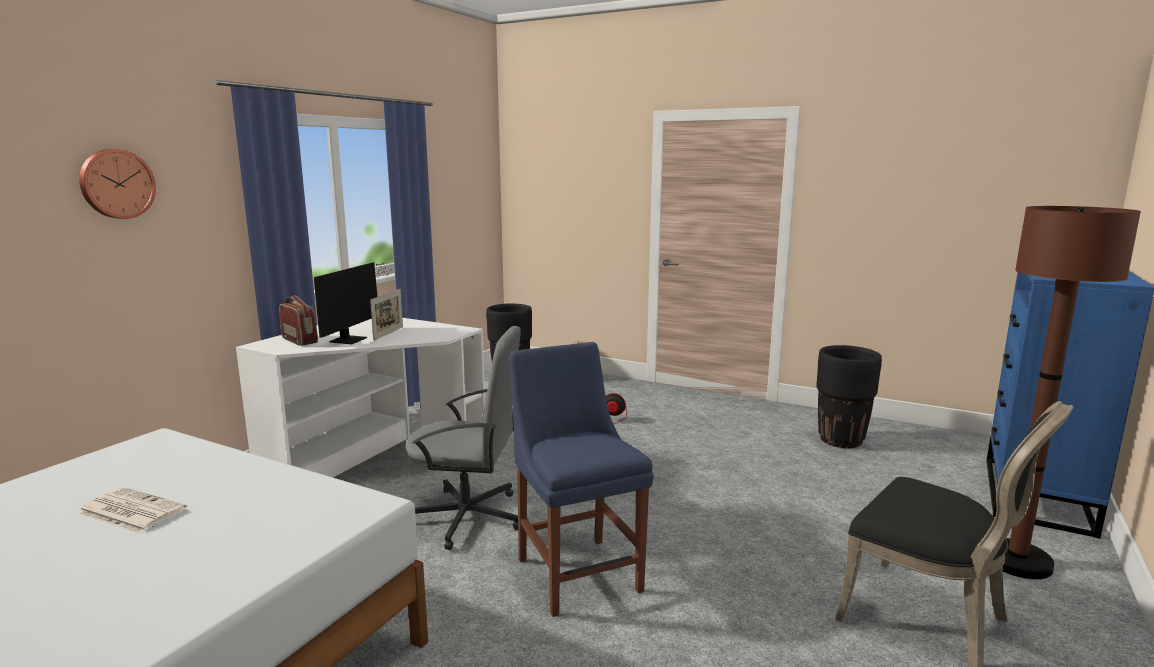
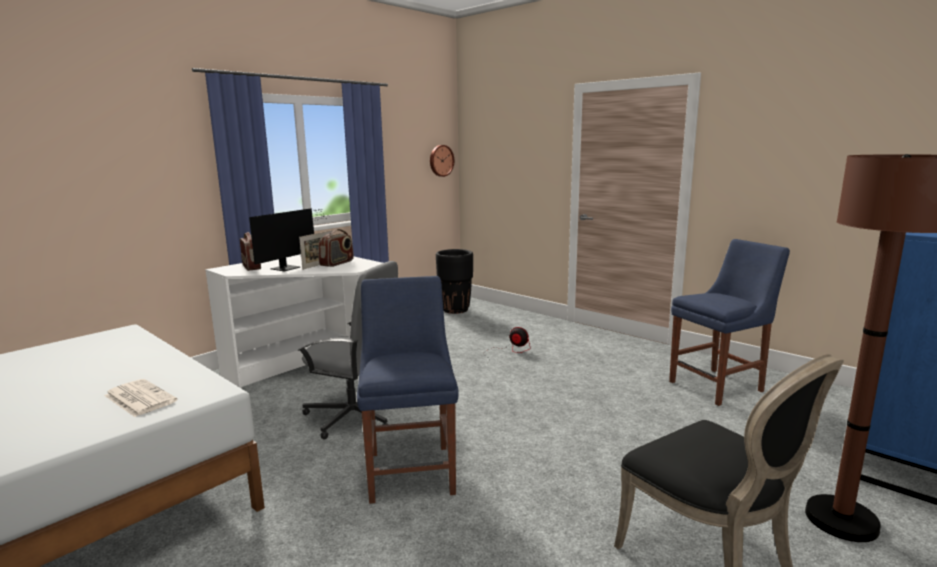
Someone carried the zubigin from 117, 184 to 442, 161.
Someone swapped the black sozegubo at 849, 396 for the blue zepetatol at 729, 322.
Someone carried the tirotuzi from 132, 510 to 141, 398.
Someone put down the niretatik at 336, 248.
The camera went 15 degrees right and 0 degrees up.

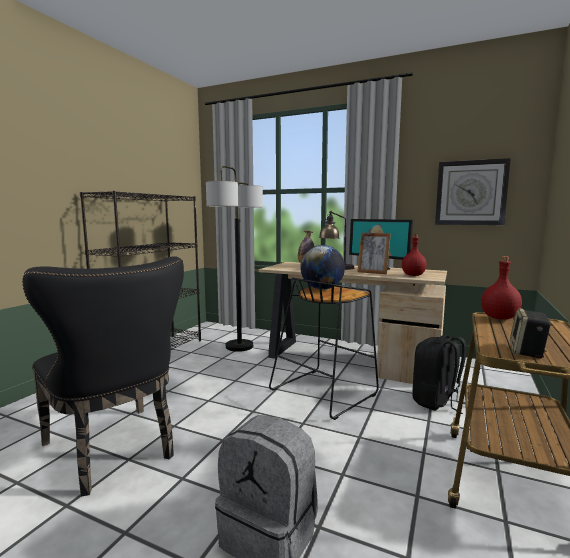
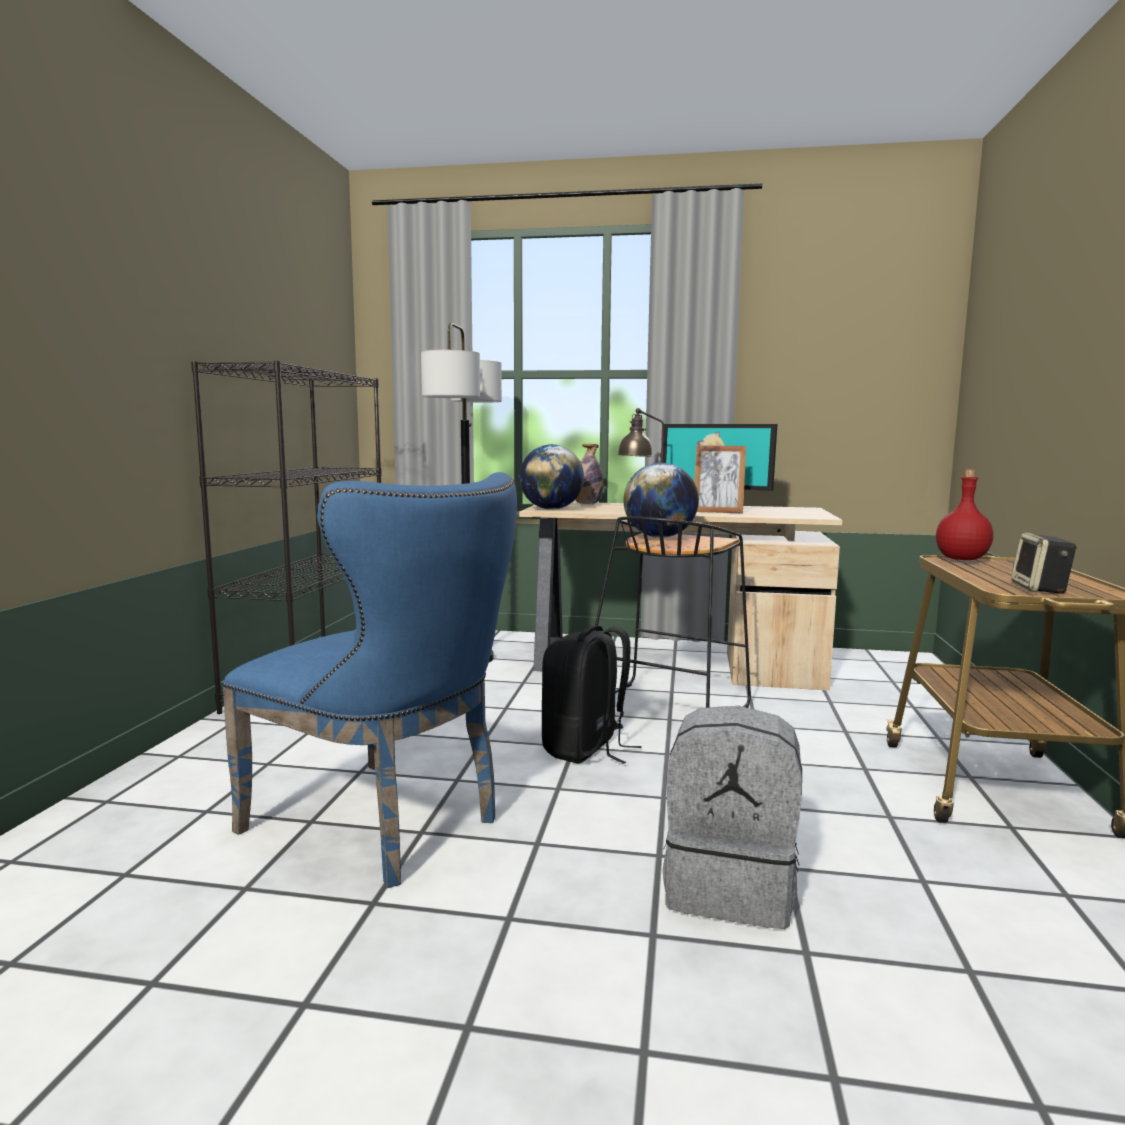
Someone took away the zubigin at 473, 191.
Someone took away the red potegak at 414, 255.
Someone repainted the black zepetatol at 103, 376, which became the blue zepetatol at 369, 680.
Someone carried the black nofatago from 439, 374 to 591, 695.
Someone put down the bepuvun at 551, 477.
The camera went 15 degrees left and 0 degrees up.

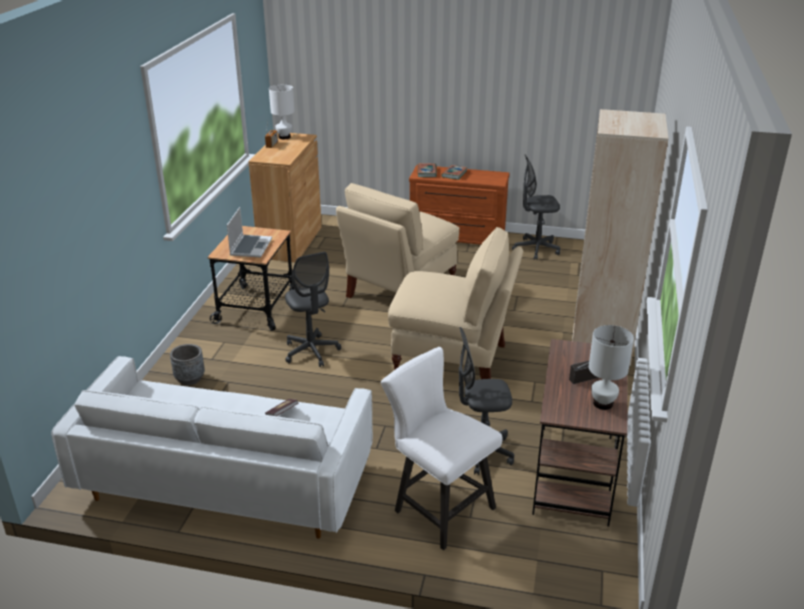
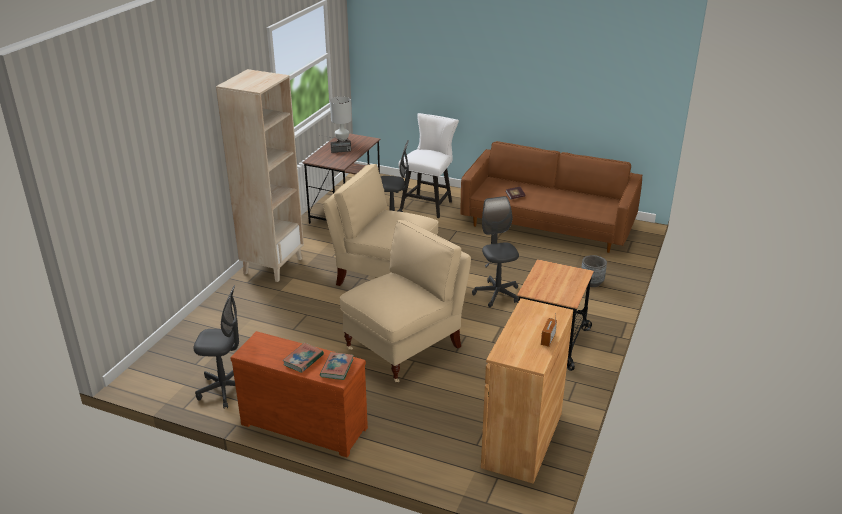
Someone took away the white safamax at 282, 111.
Someone took away the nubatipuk at 249, 232.
Someone rotated the white zepetatol at 442, 448 by 120 degrees counterclockwise.
Someone repainted the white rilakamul at 212, 447, which became the brown rilakamul at 551, 197.
The camera went 170 degrees left and 0 degrees up.

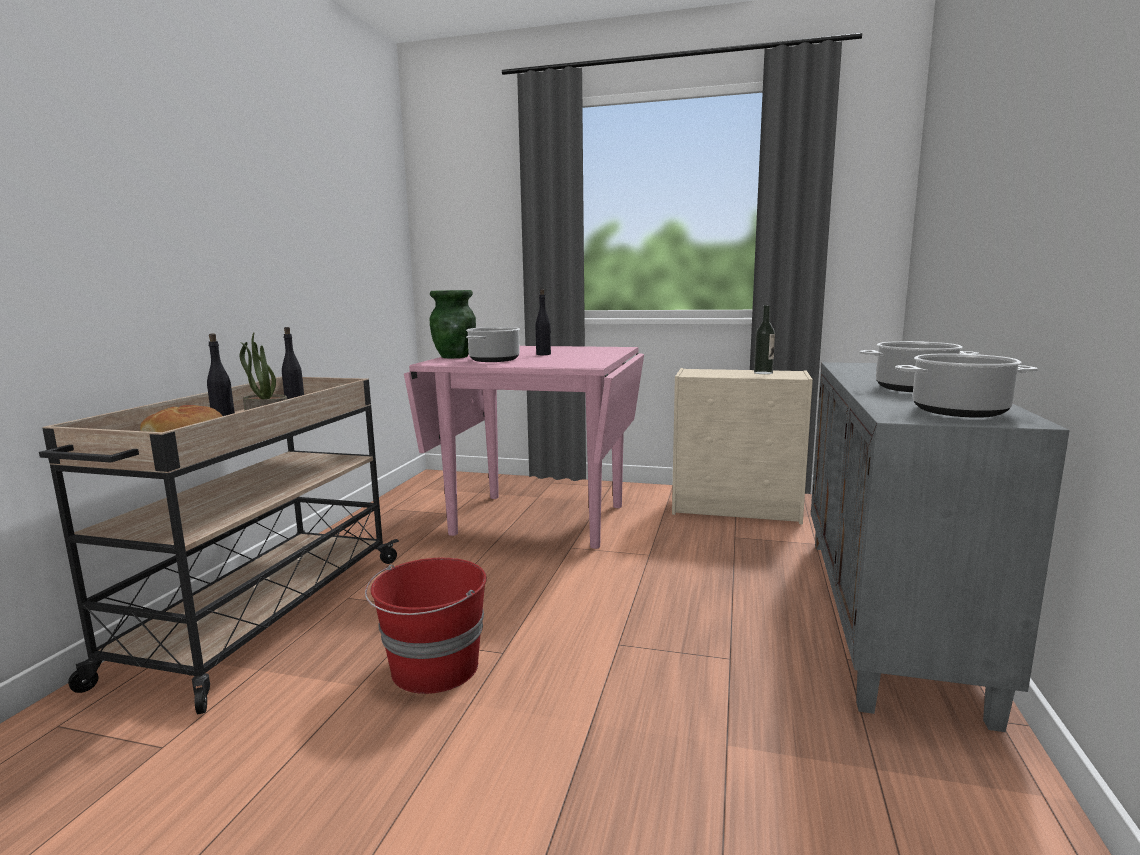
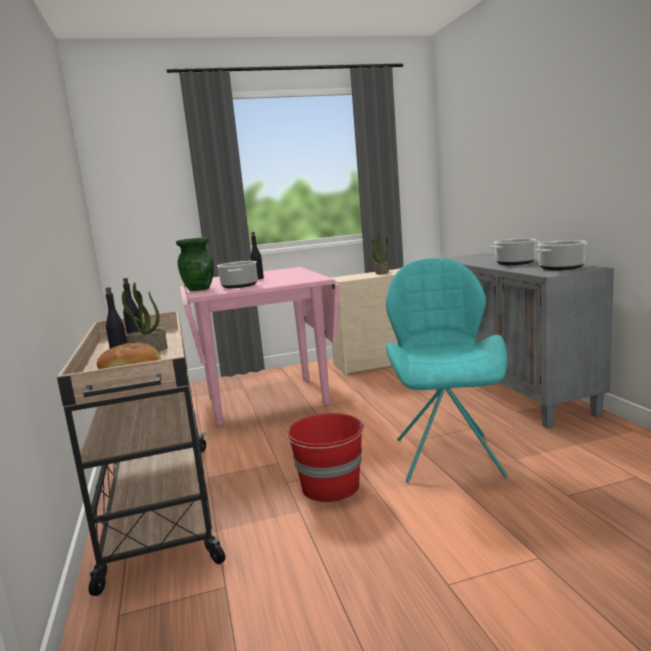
Someone swapped the potegak at 764, 339 for the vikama at 379, 254.
Someone put down the turquoise zepetatol at 446, 370.
The camera went 30 degrees left and 0 degrees up.

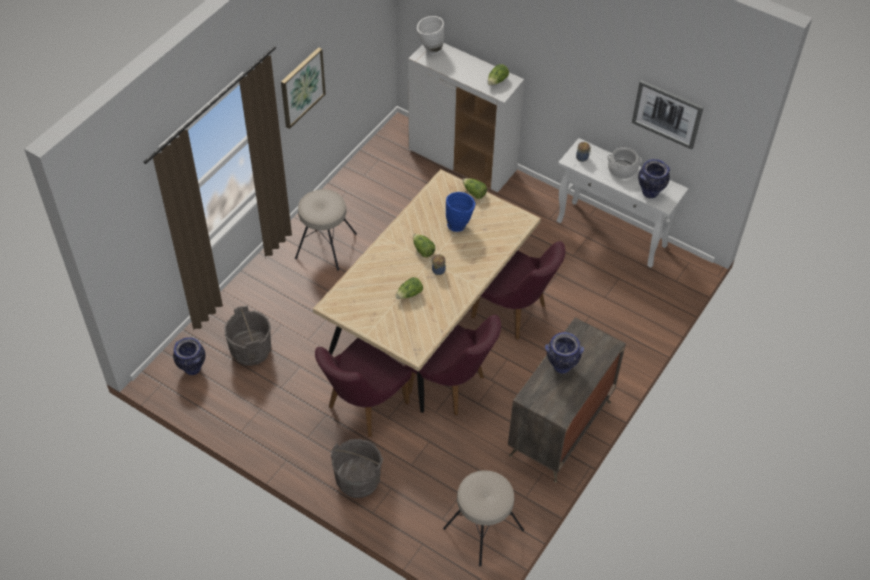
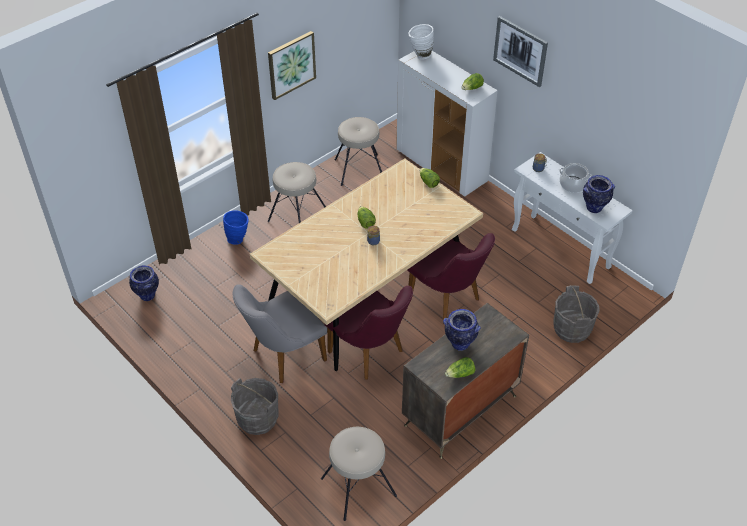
Someone carried the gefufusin from 667, 115 to 520, 51.
Someone carried the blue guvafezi from 460, 212 to 236, 228.
Someone carried the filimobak from 409, 288 to 460, 367.
Someone carried the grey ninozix from 247, 336 to 576, 314.
Someone repainted the purple zepetatol at 363, 387, which became the grey zepetatol at 280, 333.
Someone put down the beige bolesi at 358, 151.
The camera went 15 degrees right and 5 degrees down.

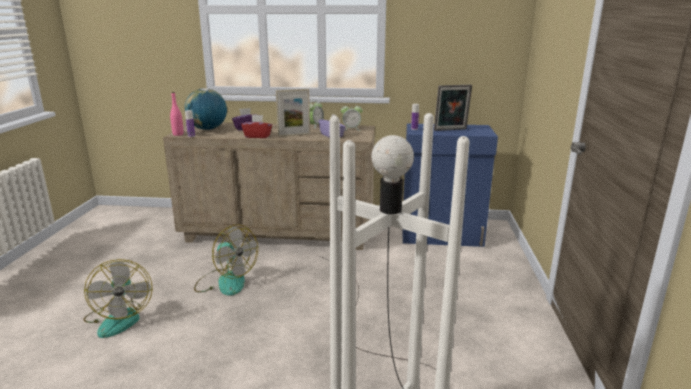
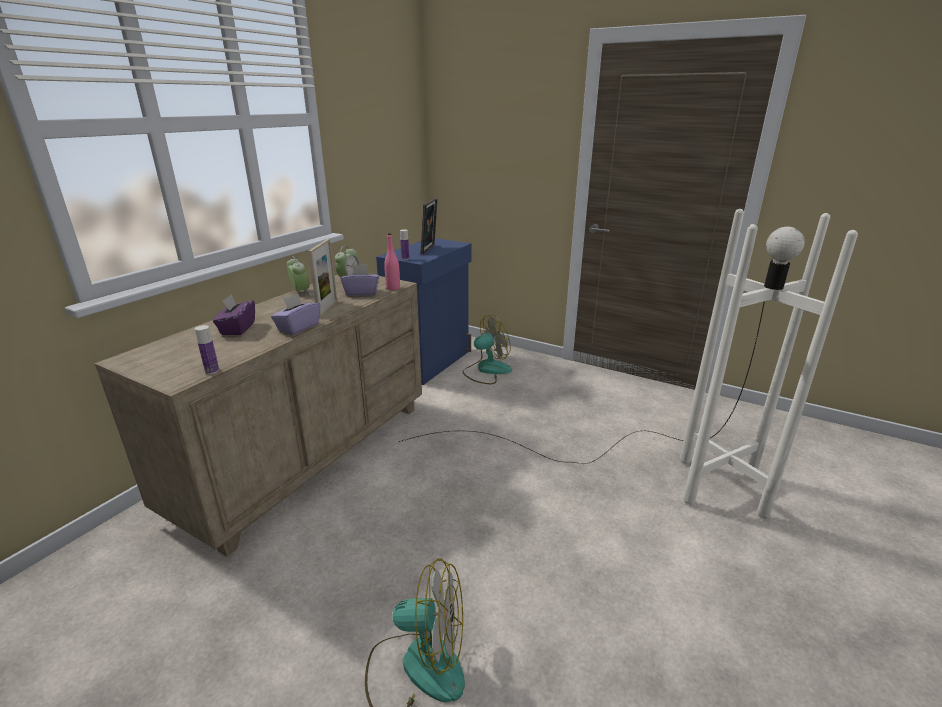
Someone took away the bepuvun at 205, 109.
Someone carried the pink potegak from 177, 114 to 392, 261.
Someone repainted the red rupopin at 256, 126, which became the purple rupopin at 295, 314.
Someone carried the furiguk from 226, 260 to 487, 349.
The camera went 65 degrees left and 5 degrees up.

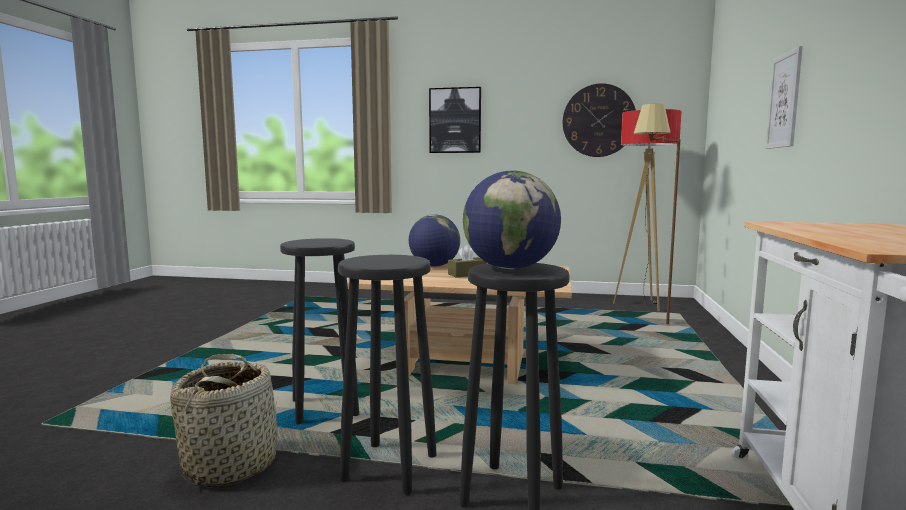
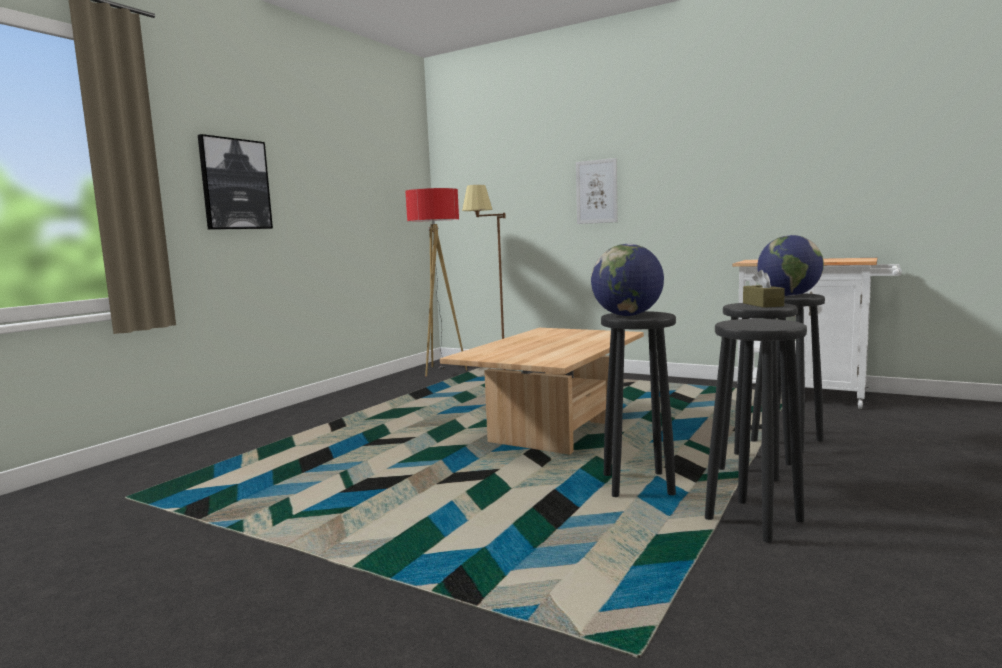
Someone took away the zubigin at 599, 120.
Someone carried the bepuvun from 434, 241 to 627, 280.
Someone carried the brown rupopin from 467, 261 to 764, 289.
Someone swapped the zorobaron at 223, 420 for the black bolesi at 756, 431.
The camera went 70 degrees left and 0 degrees up.

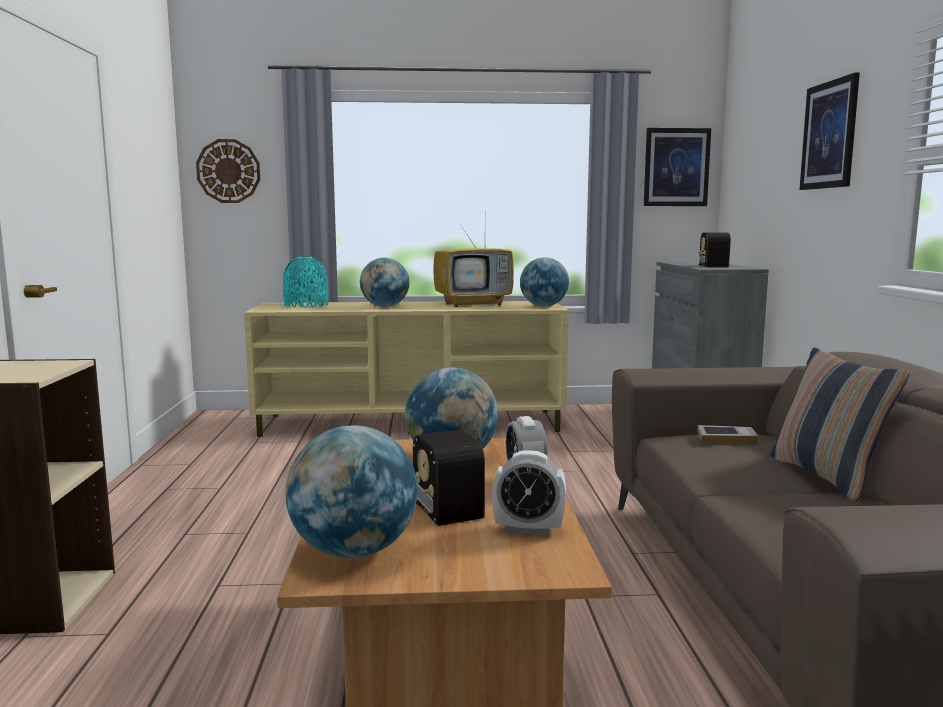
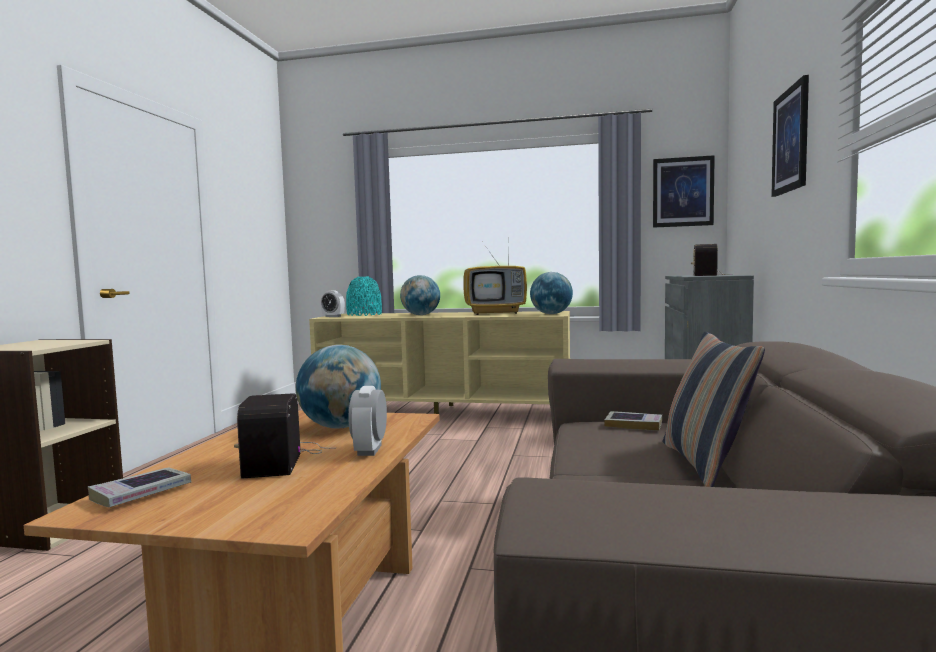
Someone took away the zubigin at 228, 171.
Someone swapped the bepuvun at 351, 491 for the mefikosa at 139, 487.
Someone carried the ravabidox from 529, 492 to 333, 303.
The camera went 15 degrees right and 5 degrees down.

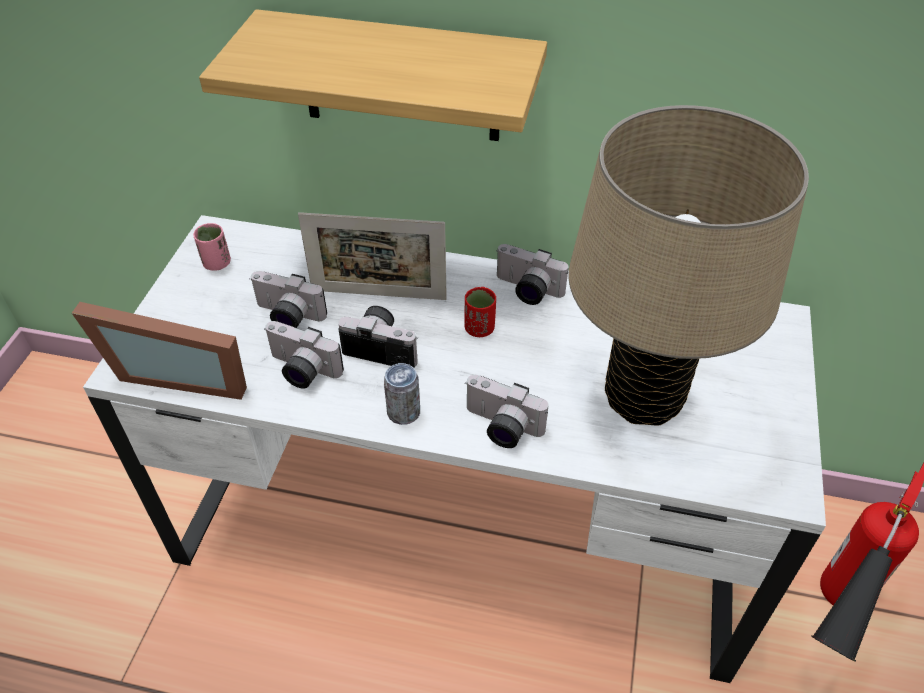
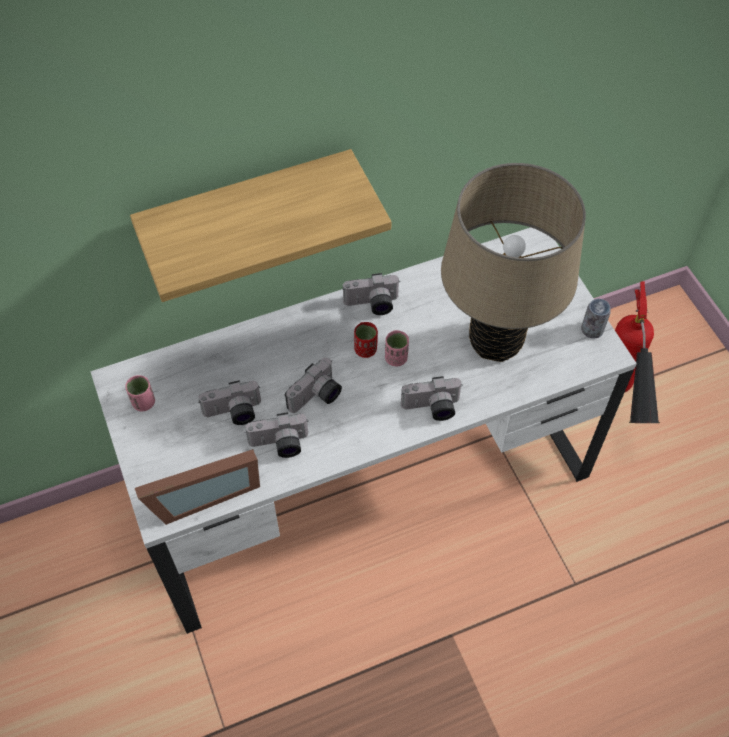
Someone took away the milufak at 372, 256.
Someone rotated the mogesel at 378, 337 by 150 degrees clockwise.
Someone carried the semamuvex from 402, 394 to 596, 318.
Someone put down the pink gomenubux at 397, 348.
The camera went 35 degrees left and 10 degrees up.

